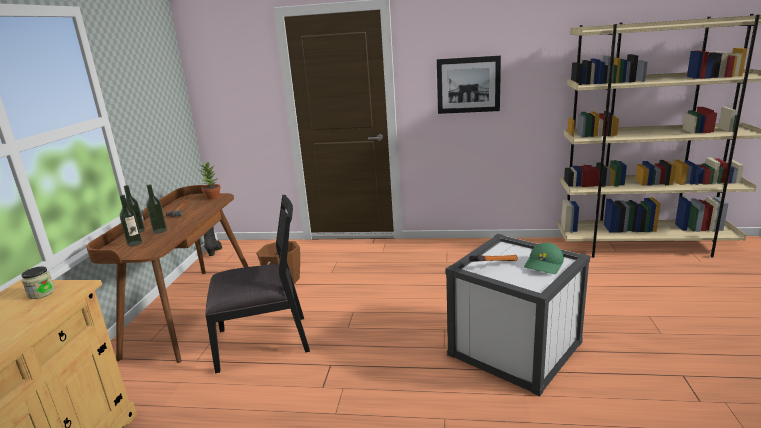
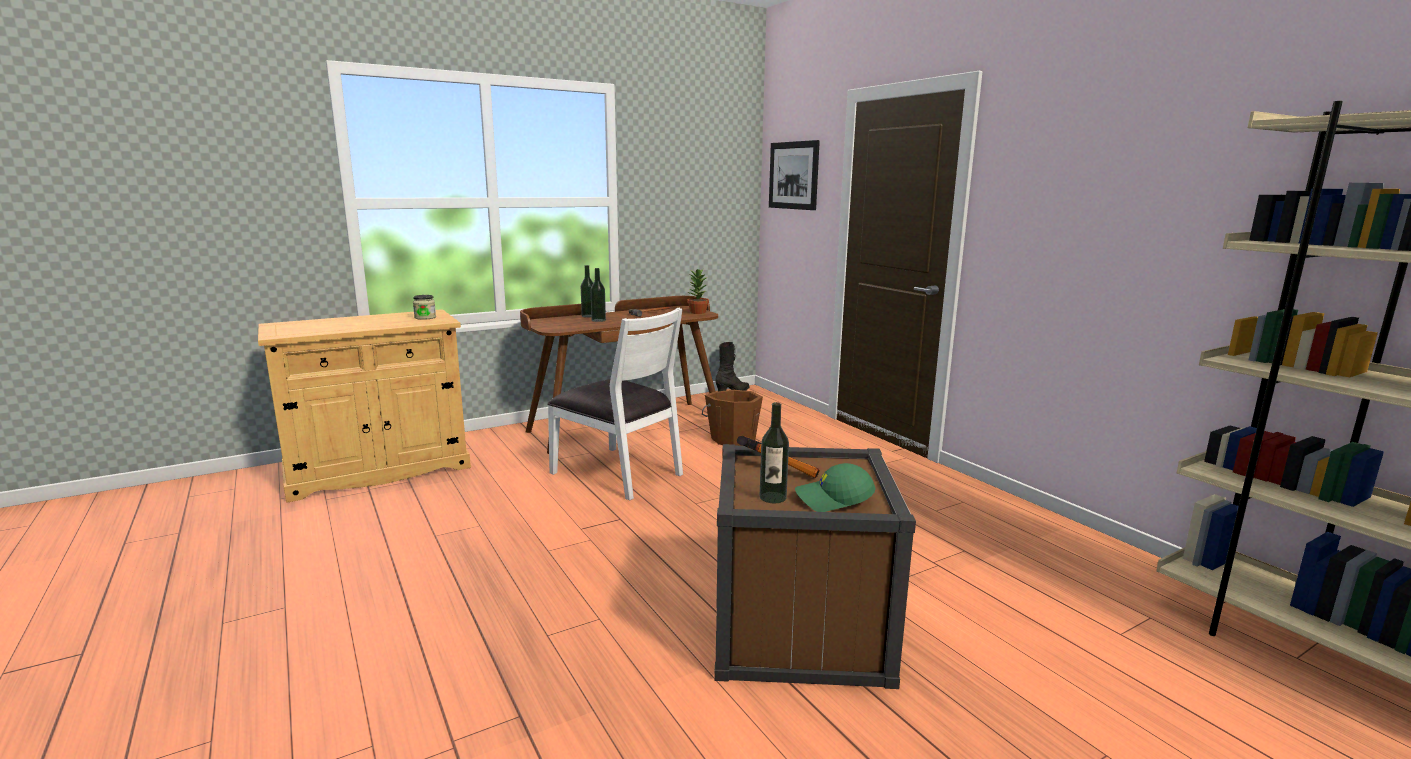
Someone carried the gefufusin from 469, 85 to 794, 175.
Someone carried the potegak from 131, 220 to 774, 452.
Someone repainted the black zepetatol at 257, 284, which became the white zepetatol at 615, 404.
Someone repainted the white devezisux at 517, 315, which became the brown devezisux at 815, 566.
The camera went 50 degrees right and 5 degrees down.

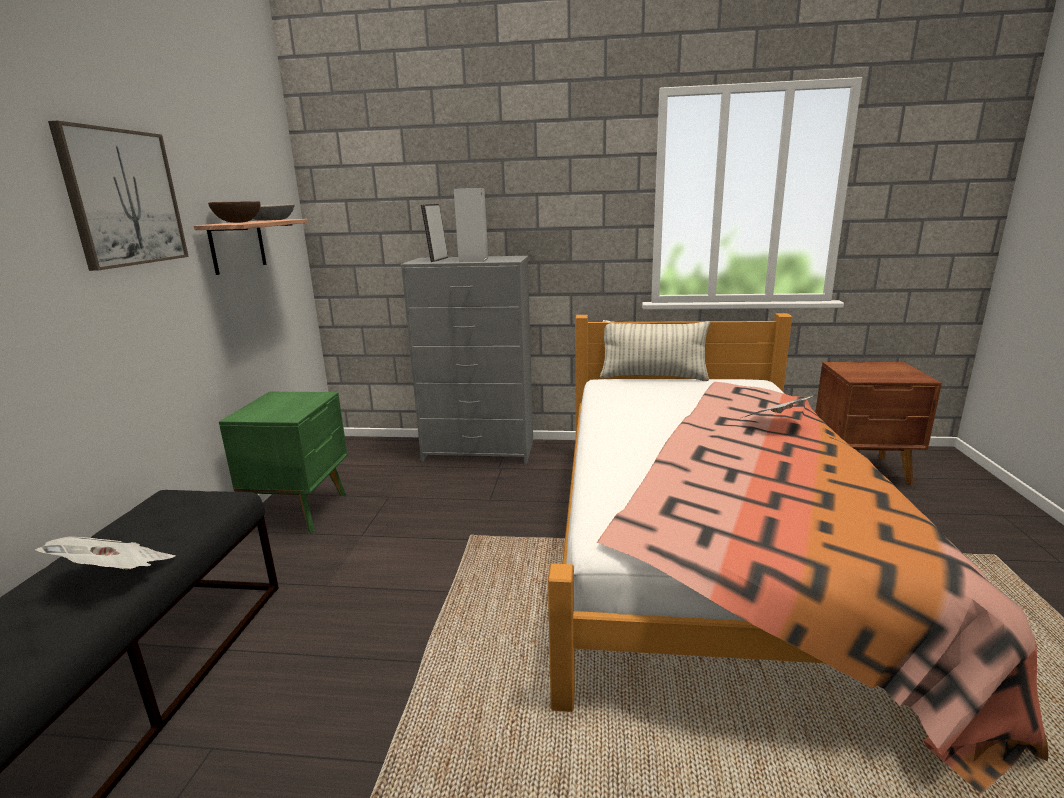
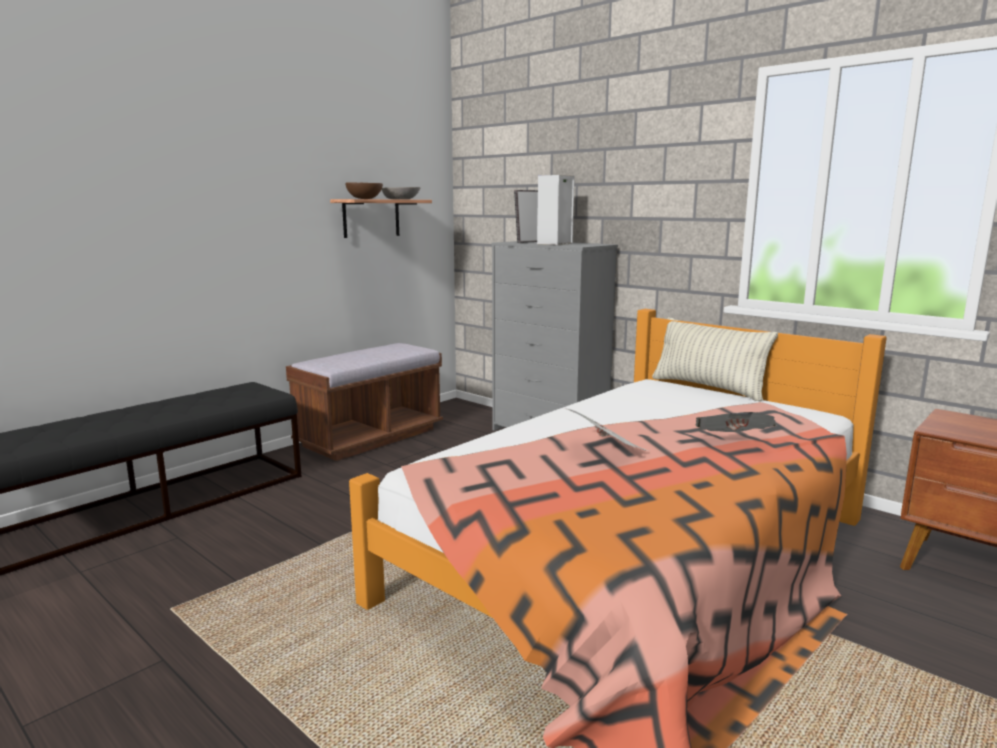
Someone took away the gefufusin at 118, 196.
Someone swapped the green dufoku at 283, 462 for the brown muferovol at 364, 402.
Someone carried the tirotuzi from 105, 552 to 606, 429.
The camera went 35 degrees right and 5 degrees down.

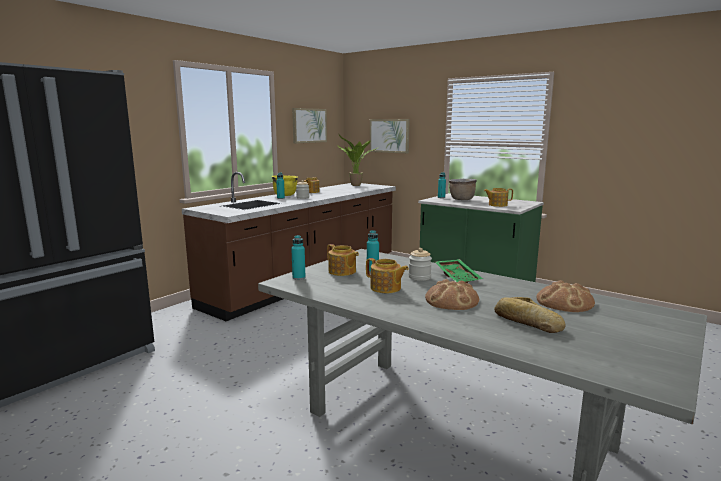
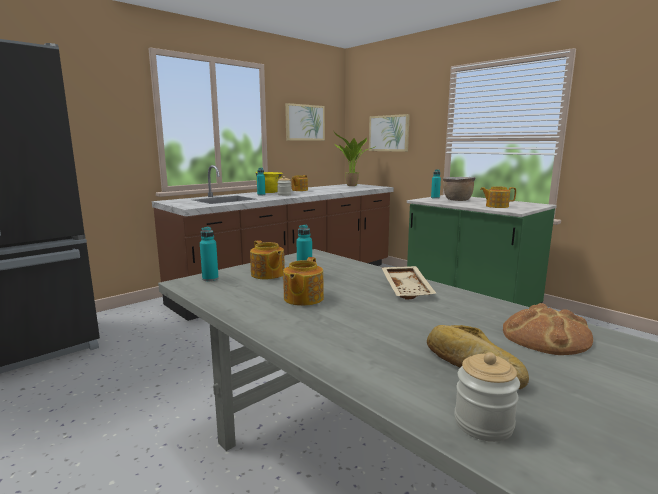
Someone carried the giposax from 420, 264 to 487, 397.
Someone rotated the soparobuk at 387, 275 by 60 degrees clockwise.
Someone repainted the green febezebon at 459, 271, which became the beige febezebon at 409, 282.
Someone took away the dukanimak at 452, 294.
The camera went 10 degrees right and 0 degrees up.

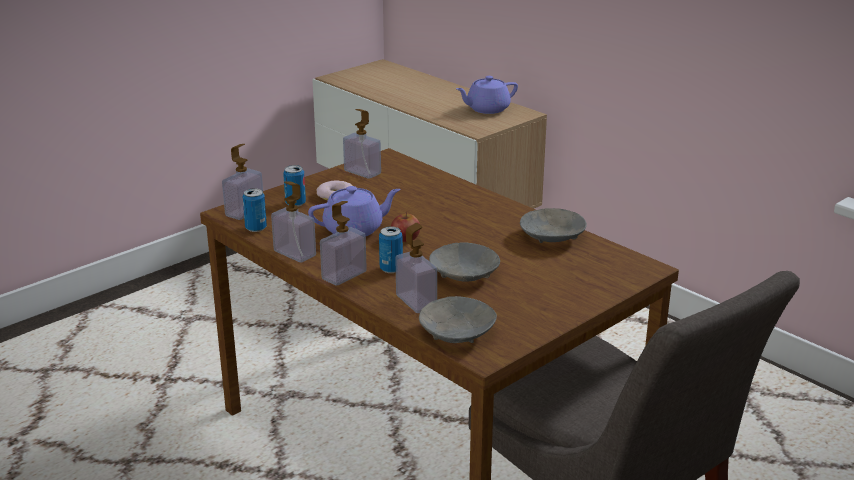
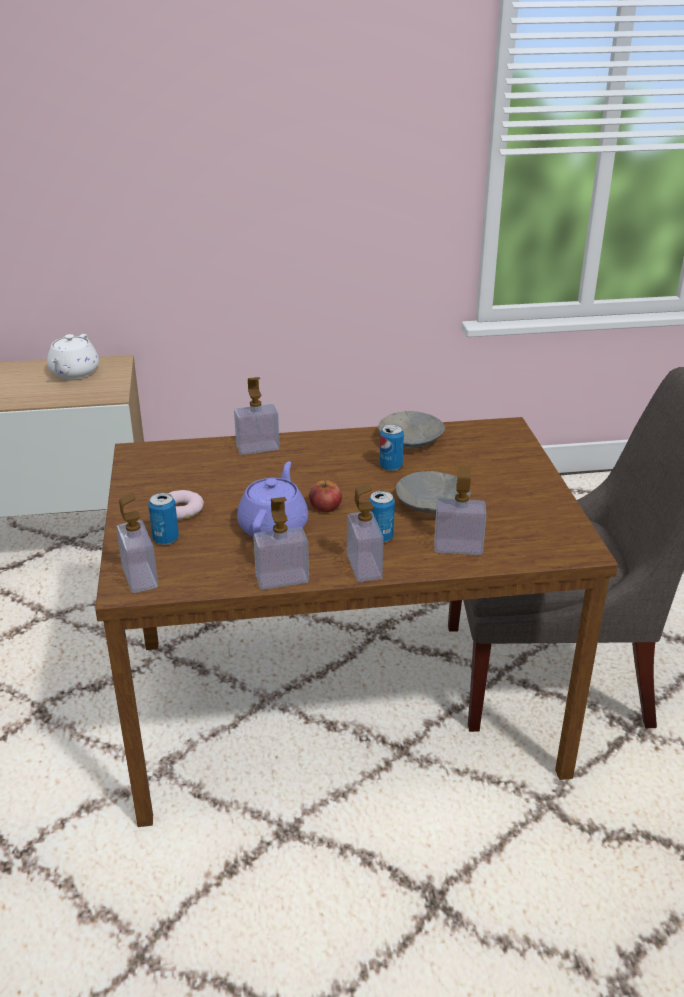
Someone repainted the purple soparobuk at 487, 95, which became the white soparobuk at 73, 356.
Someone carried the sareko from 362, 144 to 257, 416.
Someone carried the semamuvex from 255, 210 to 392, 447.
Someone took away the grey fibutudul at 458, 319.
The camera went 55 degrees left and 5 degrees up.

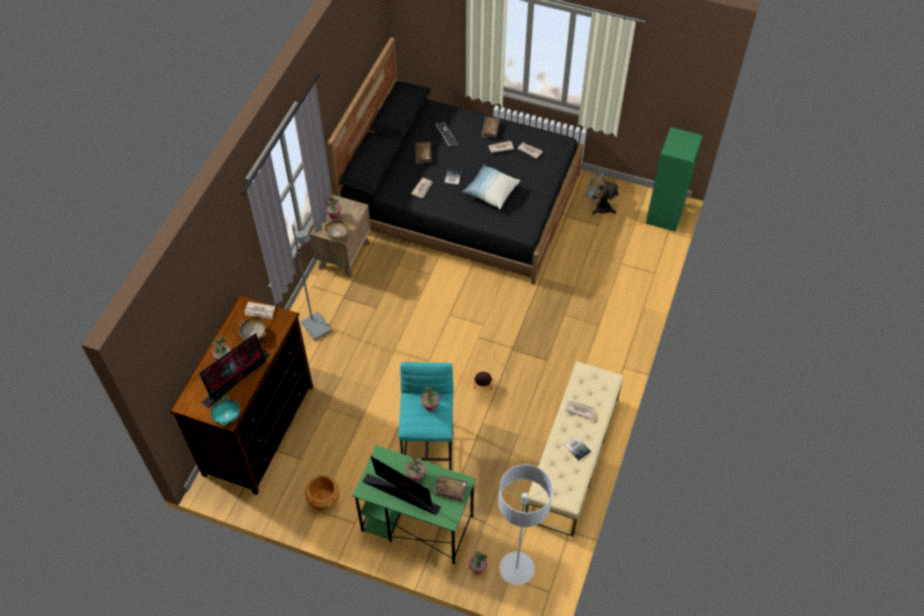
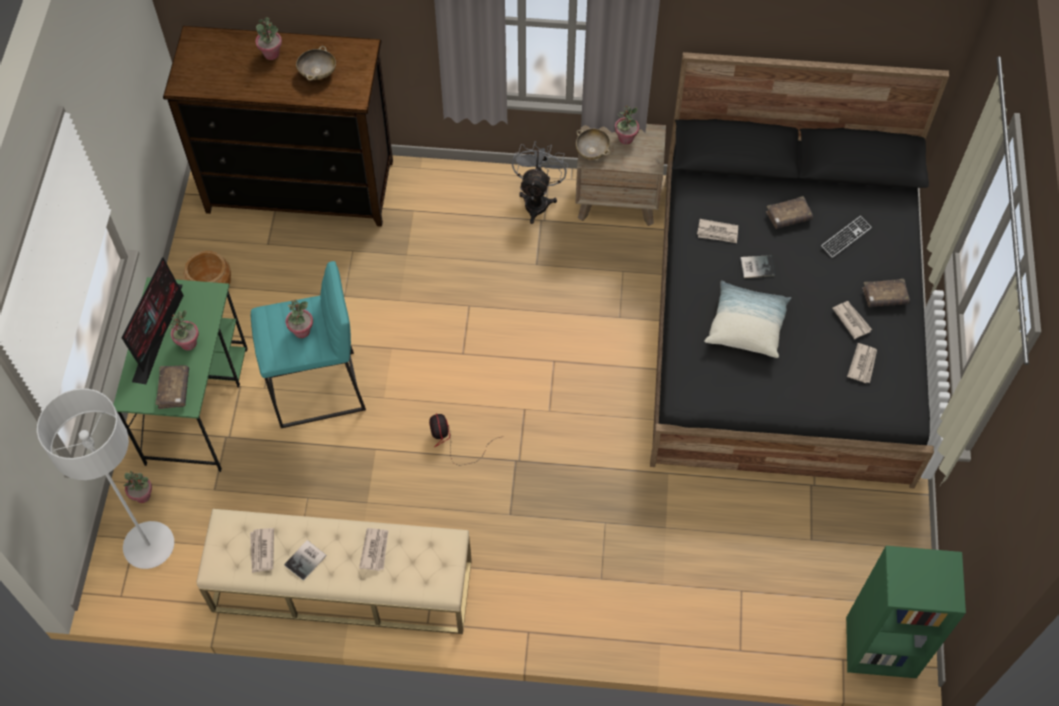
Someone carried the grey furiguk from 602, 191 to 540, 182.
Someone took away the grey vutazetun at 312, 282.
Someone carried the tirotuzi from 259, 310 to 262, 550.
Someone took away the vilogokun at 234, 371.
Someone took away the turquoise fibutudul at 225, 411.
The camera went 75 degrees right and 5 degrees up.

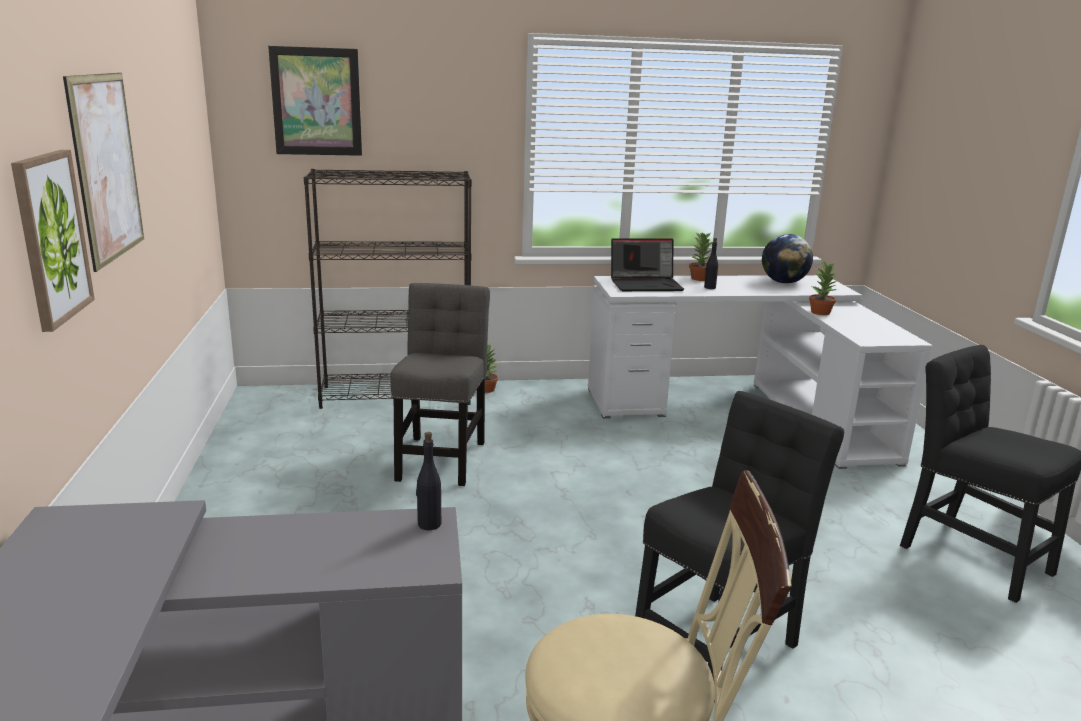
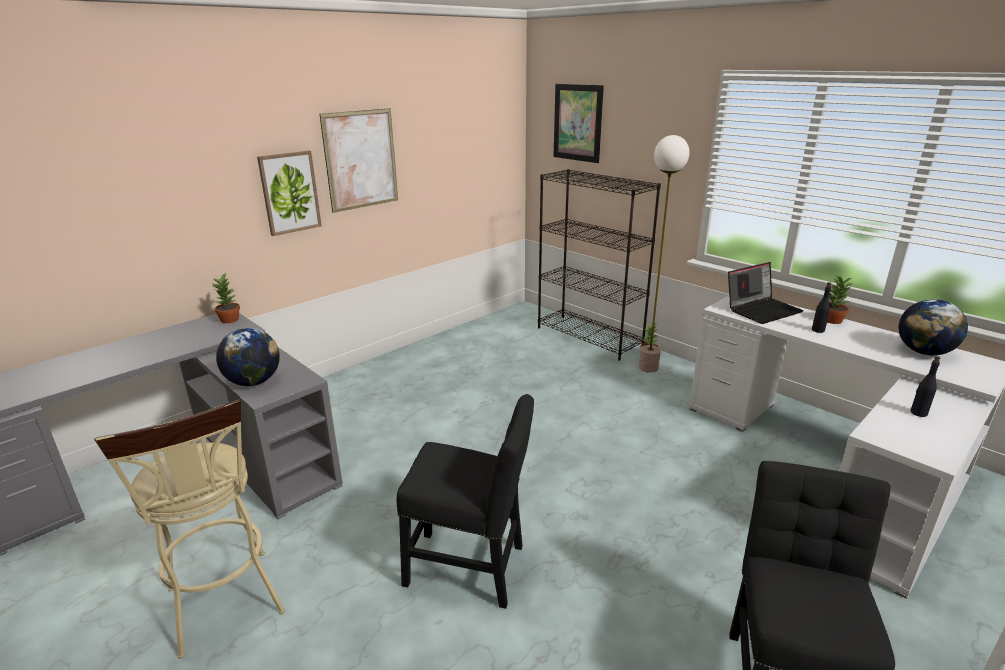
Someone rotated the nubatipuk at 647, 264 by 75 degrees counterclockwise.
Someone carried the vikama from 823, 287 to 226, 298.
Someone took away the grey zepetatol at 440, 384.
Someone carried the black potegak from 428, 481 to 925, 386.
Someone put down the vutazetun at 664, 254.
Someone put down the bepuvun at 248, 357.
The camera went 55 degrees right and 5 degrees up.

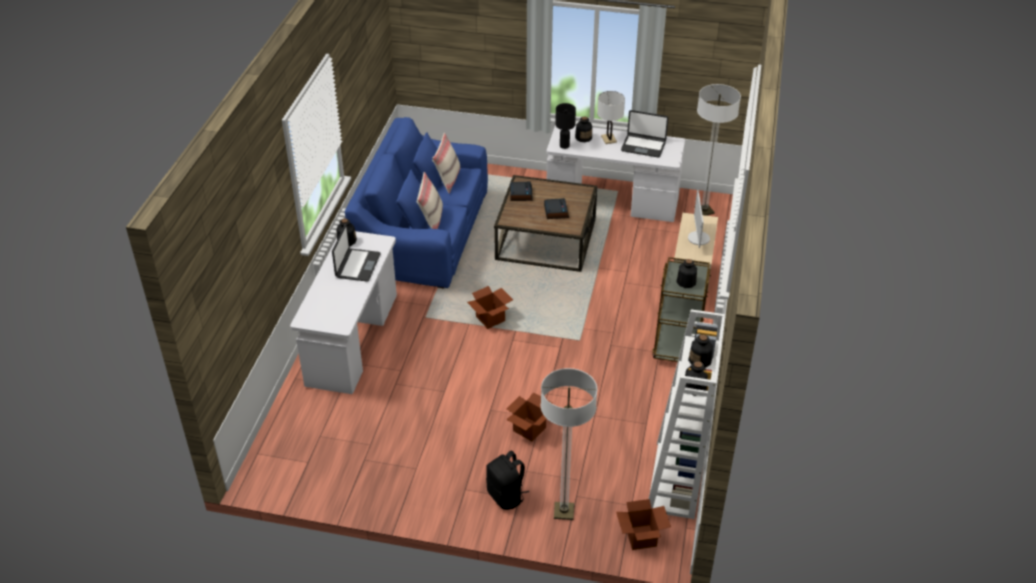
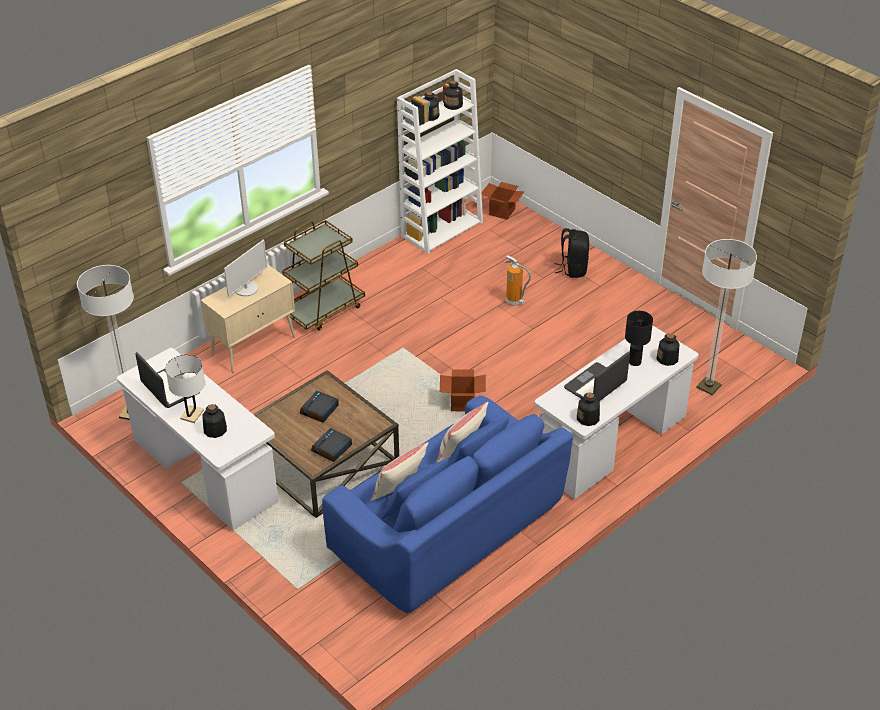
Someone carried the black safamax from 565, 126 to 639, 338.
Someone carried the potegak from 686, 273 to 668, 349.
Someone carried the vutazetun from 569, 444 to 726, 317.
Someone swapped the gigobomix at 529, 417 for the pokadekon at 518, 280.
The camera went 145 degrees left and 0 degrees up.

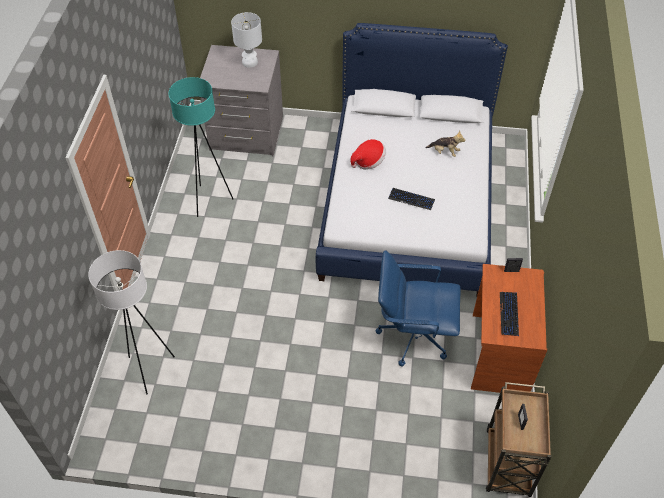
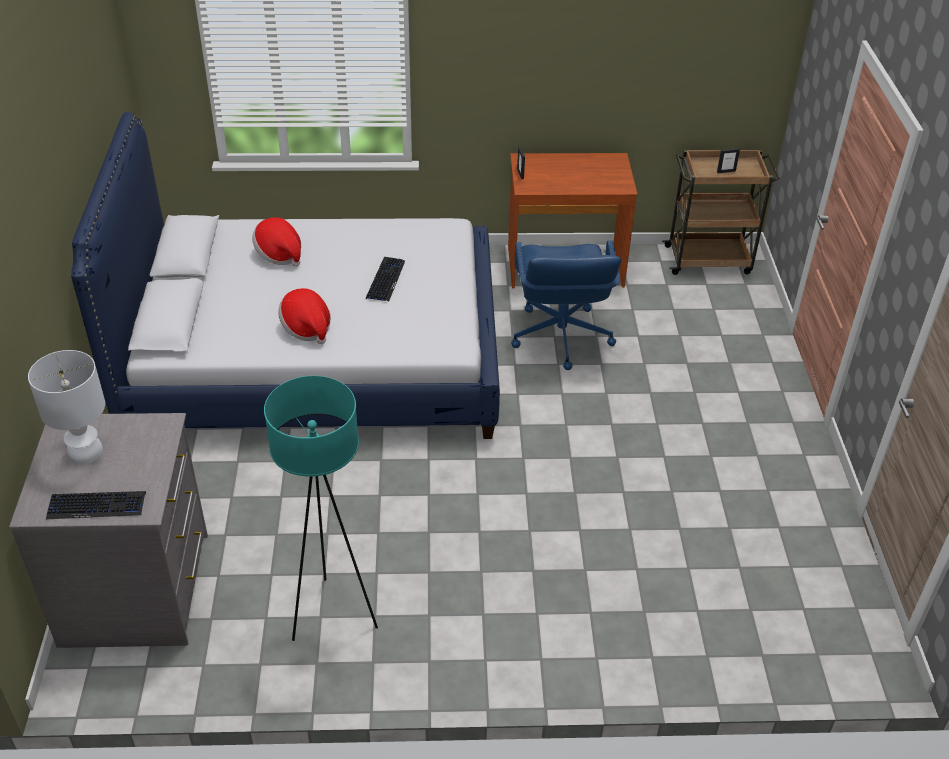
Someone swapped the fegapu at 445, 144 for the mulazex at 276, 241.
Someone took away the white vutazetun at 131, 322.
Someone carried the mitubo from 509, 314 to 96, 505.
The camera went 100 degrees left and 10 degrees down.

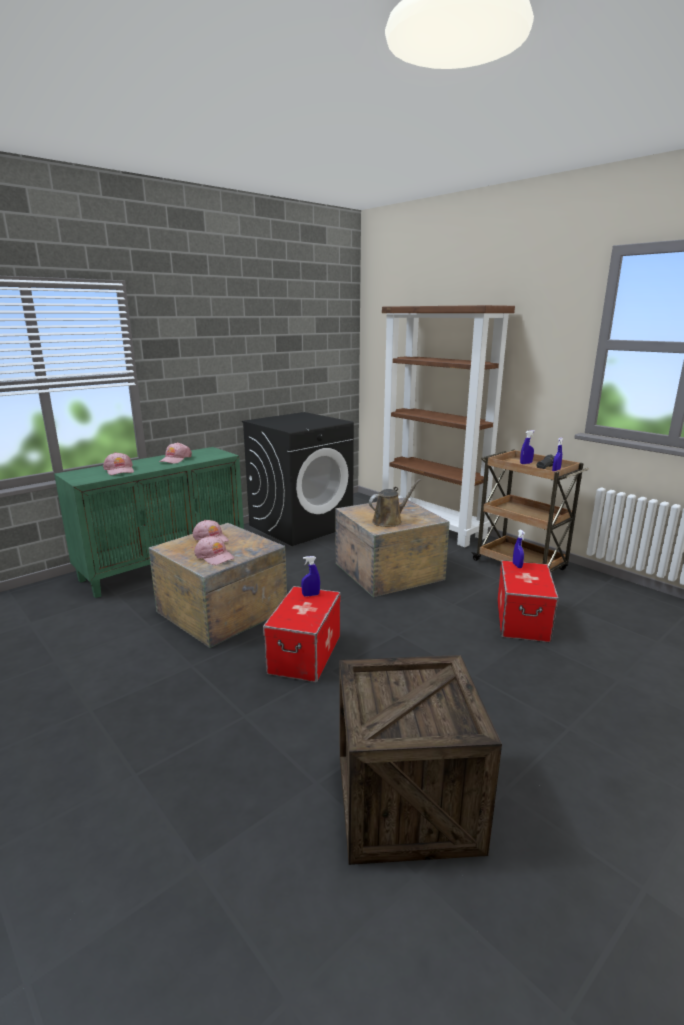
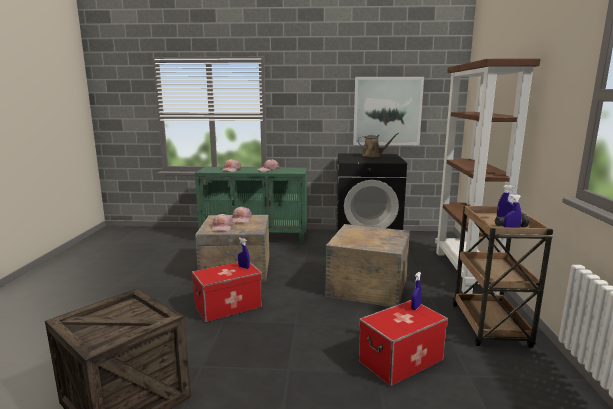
Someone carried the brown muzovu from 395, 503 to 378, 145.
Someone put up the gefufusin at 388, 111.
The camera went 45 degrees right and 5 degrees down.

